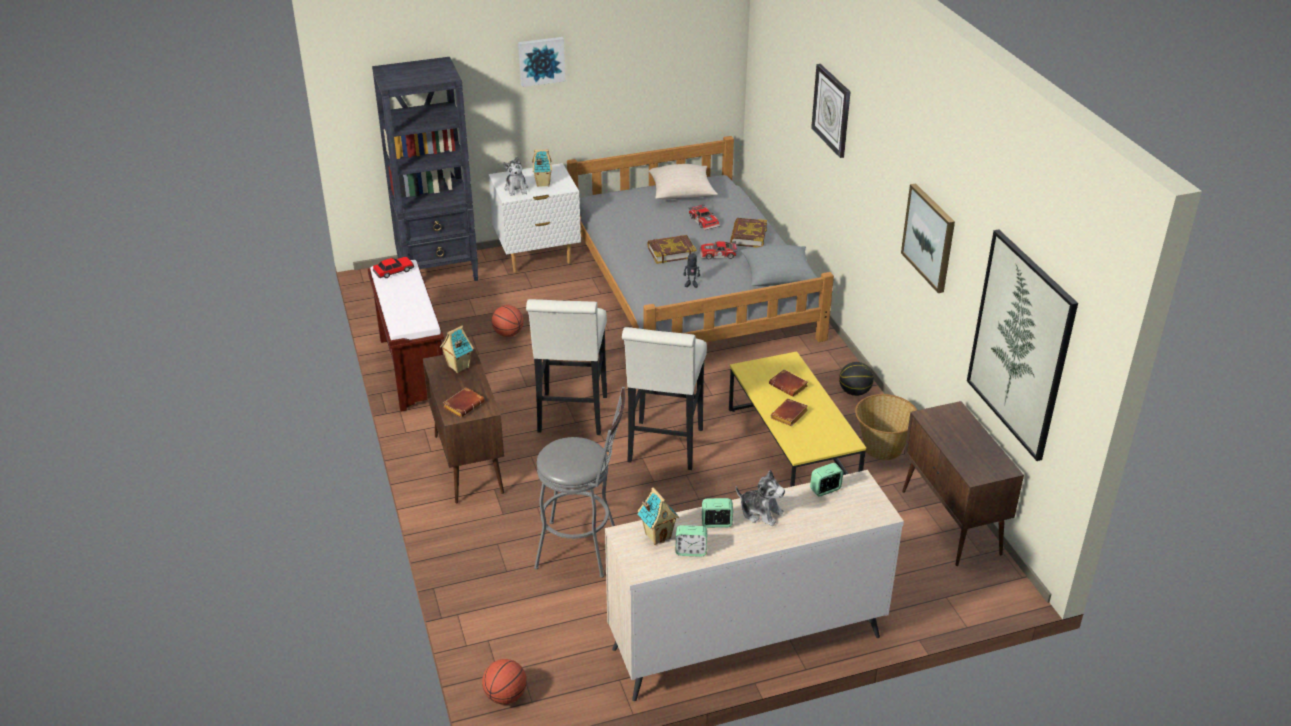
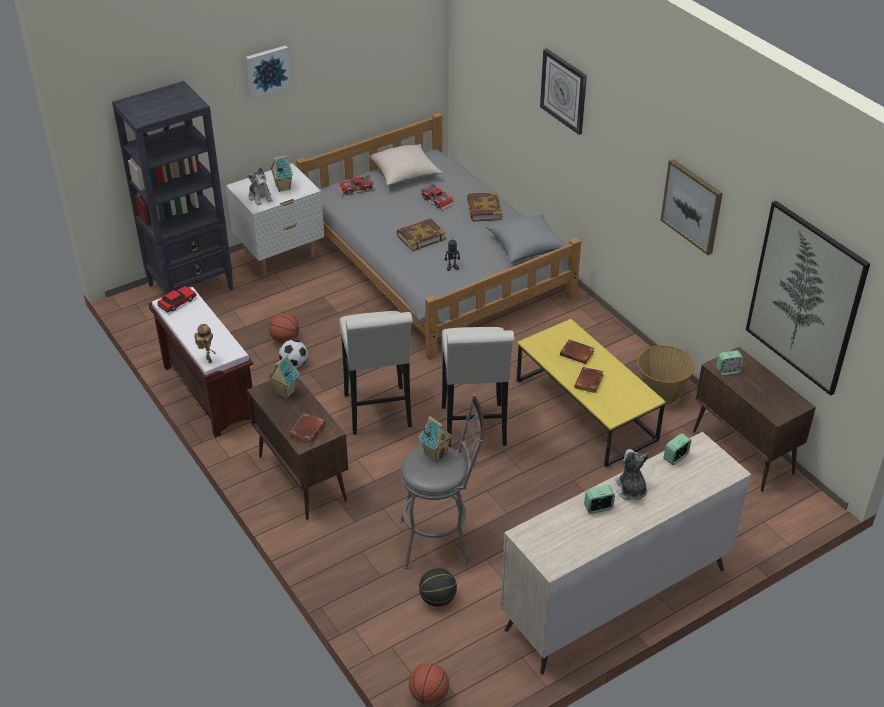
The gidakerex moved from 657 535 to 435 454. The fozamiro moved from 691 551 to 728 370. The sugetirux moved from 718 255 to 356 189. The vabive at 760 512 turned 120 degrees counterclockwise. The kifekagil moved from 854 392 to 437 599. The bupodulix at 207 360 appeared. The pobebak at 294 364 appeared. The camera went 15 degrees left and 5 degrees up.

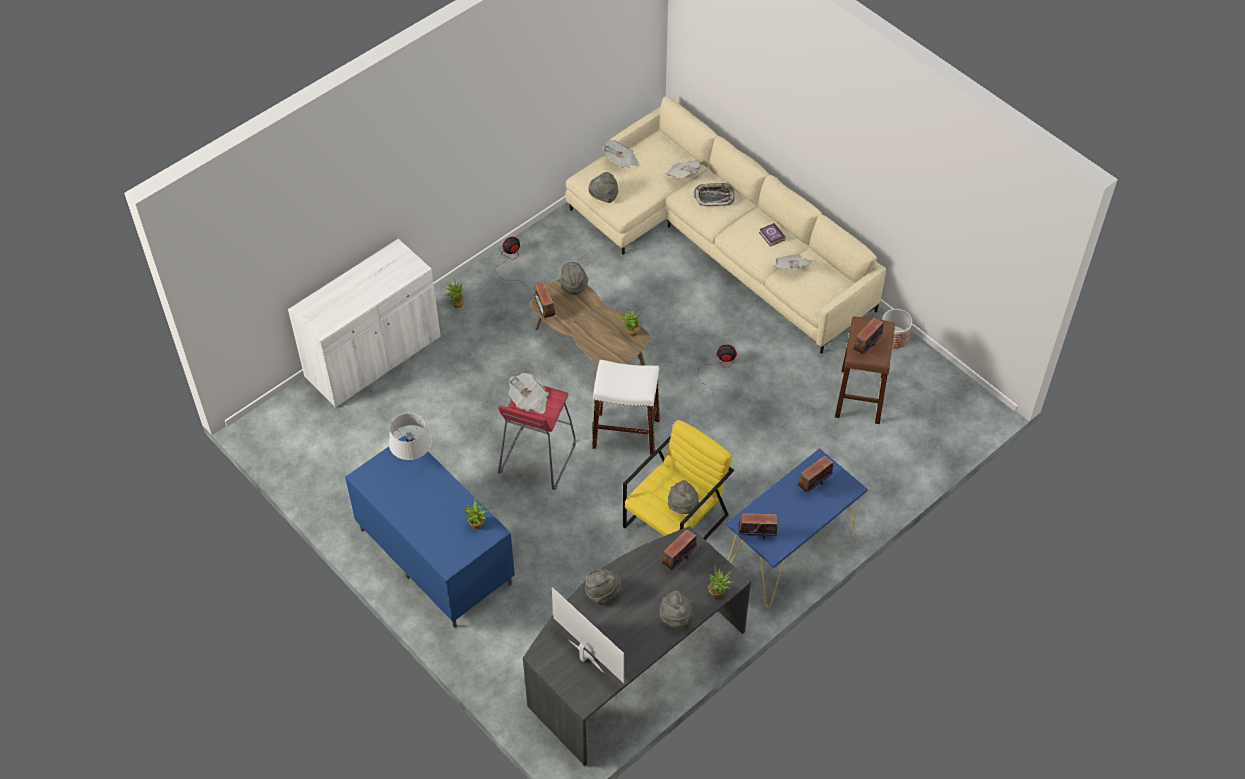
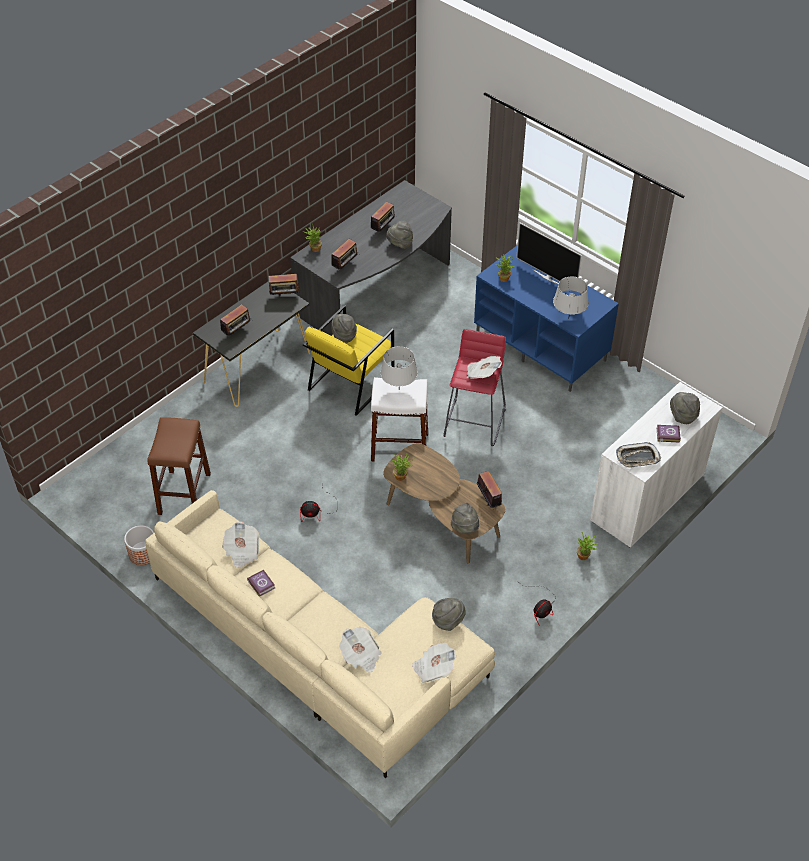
The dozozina moved from 585 657 to 547 277. The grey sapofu moved from 676 618 to 682 416. The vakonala moved from 714 196 to 637 458. The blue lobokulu at 790 552 became the black lobokulu at 257 367. The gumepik moved from 865 347 to 383 229. The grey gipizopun at 399 389 appeared. The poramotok at 667 434 appeared. The camera went 175 degrees right and 5 degrees down.

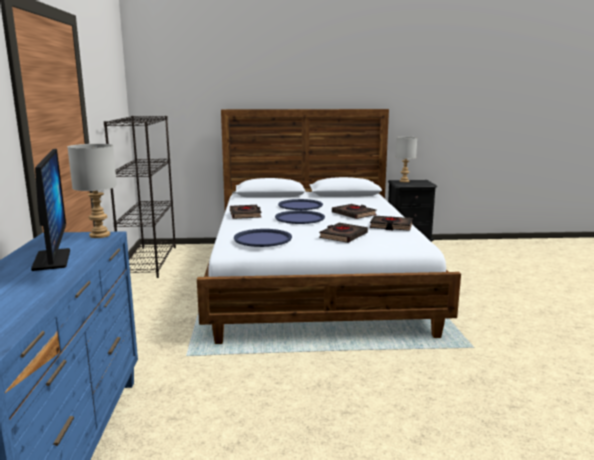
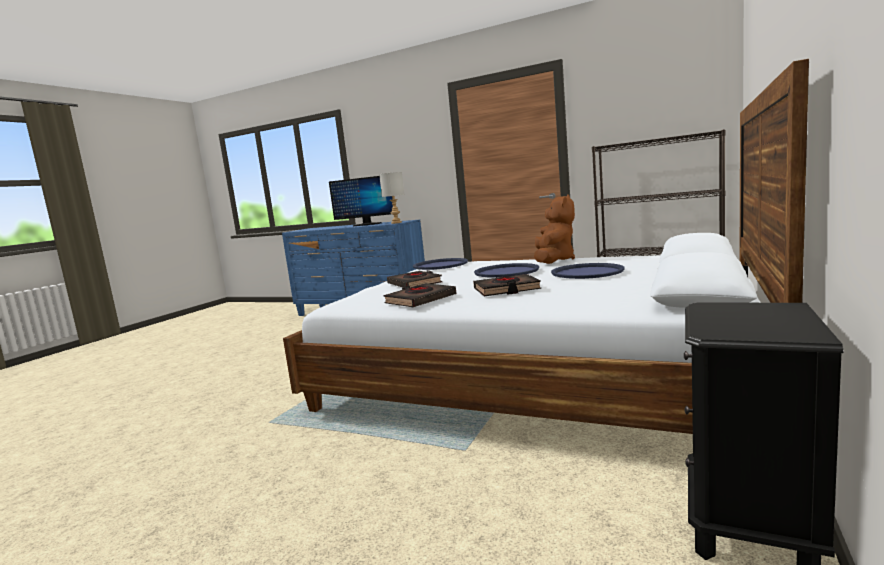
The black poramotok at 245 214 was replaced by the brown vabive at 554 260. The grey gipizopun at 404 181 disappeared. The camera went 120 degrees right and 5 degrees down.

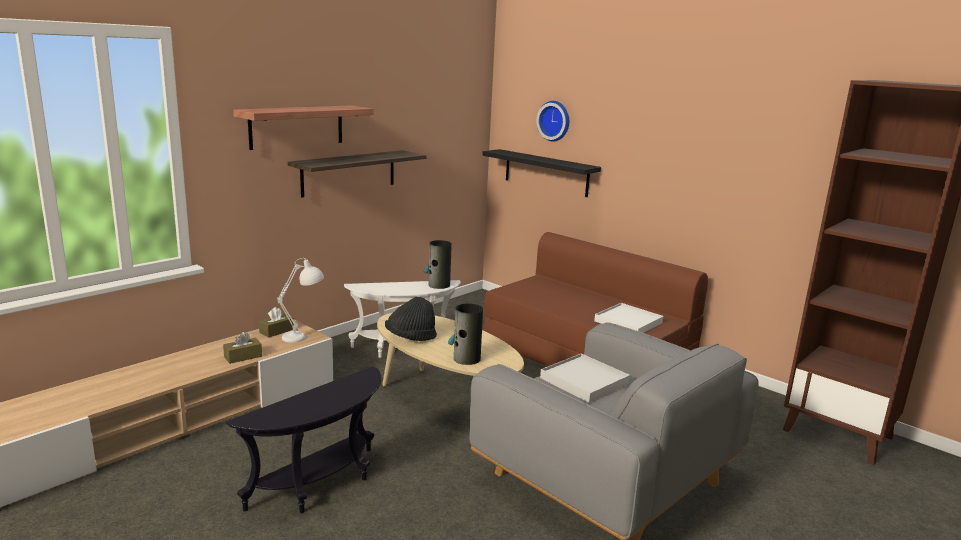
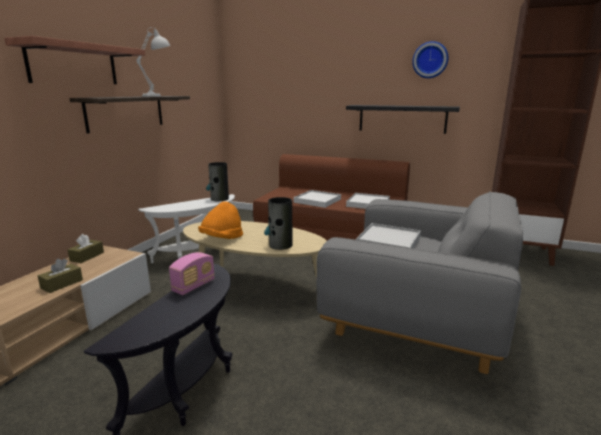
The white gipizopun moved from 303 337 to 158 96. The black sapofu at 410 338 became the orange sapofu at 221 239. The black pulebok moved from 546 172 to 402 119. The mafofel moved from 555 121 to 430 60. The gumepik at 194 286 appeared. The white vakonala at 317 201 appeared. The camera went 20 degrees left and 0 degrees up.

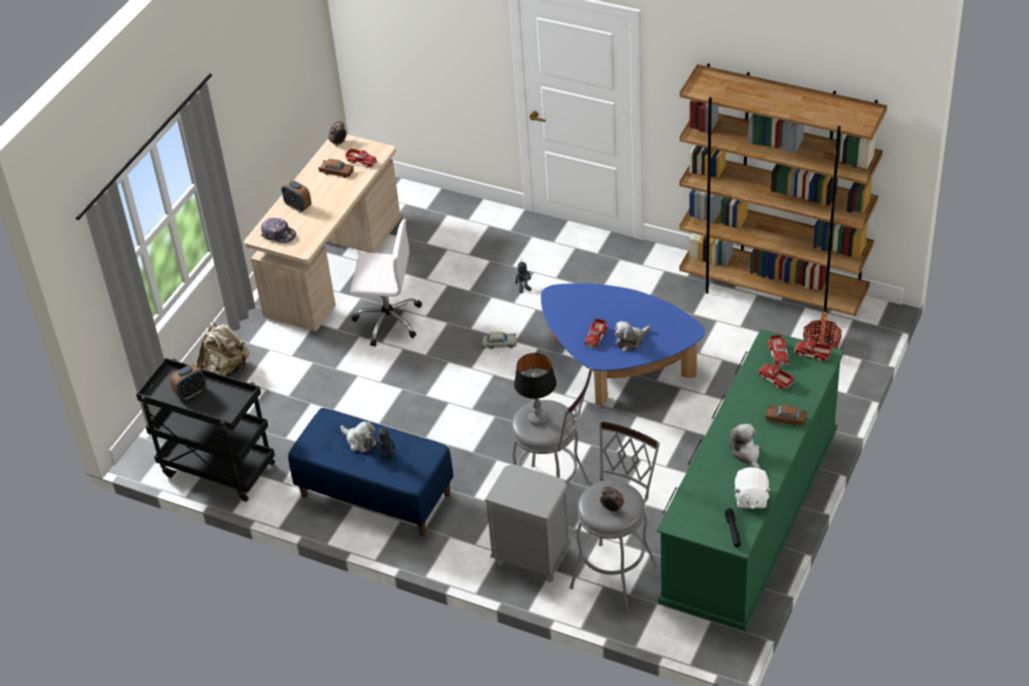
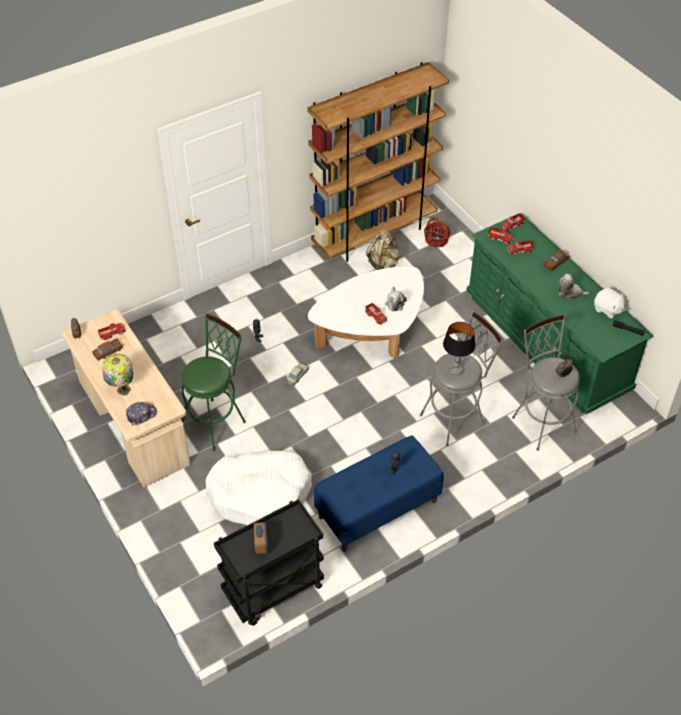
The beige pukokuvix moved from 226 369 to 383 264. The fozamiro at 298 207 was replaced by the gipizopun at 122 390. The vabive at 359 441 disappeared. The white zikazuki at 387 320 was replaced by the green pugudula at 217 421. The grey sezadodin at 531 557 disappeared. The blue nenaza at 617 367 became the white nenaza at 371 332. The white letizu at 260 493 appeared. The camera went 60 degrees left and 5 degrees up.

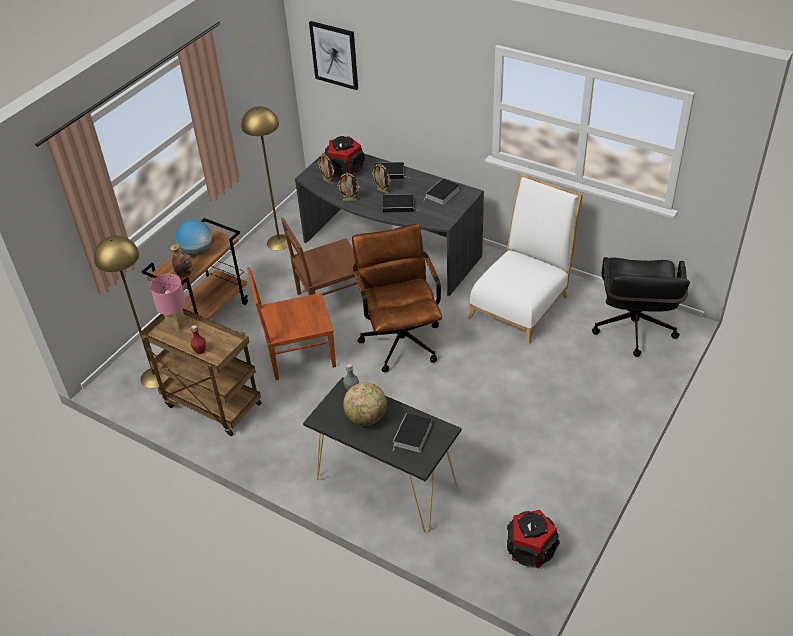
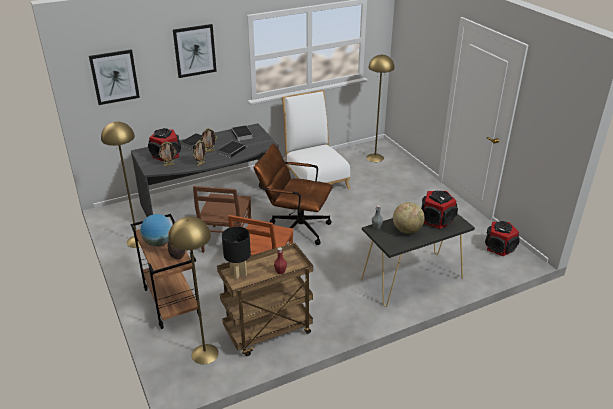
The pink gipizopun at 176 325 became the black gipizopun at 238 274. The poramotok at 412 435 was replaced by the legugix at 436 219. The black zikazuki at 633 333 was replaced by the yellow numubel at 375 157. The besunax at 194 50 appeared. The camera went 60 degrees left and 10 degrees down.

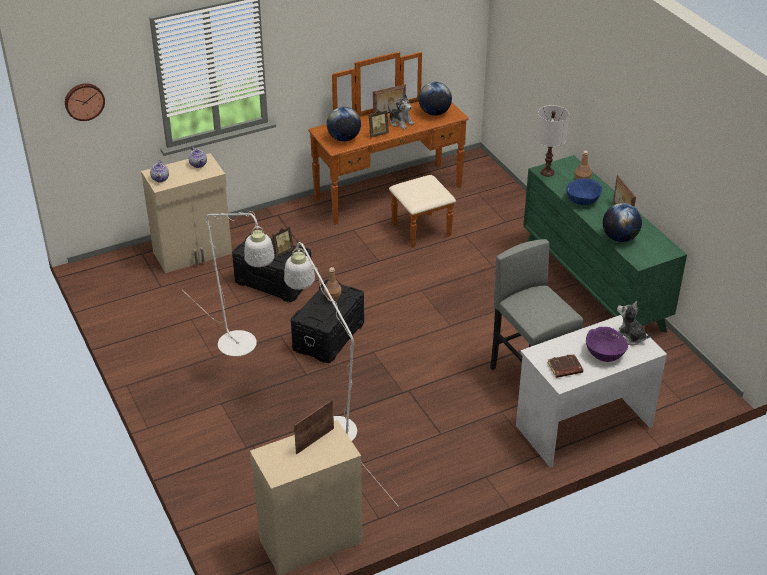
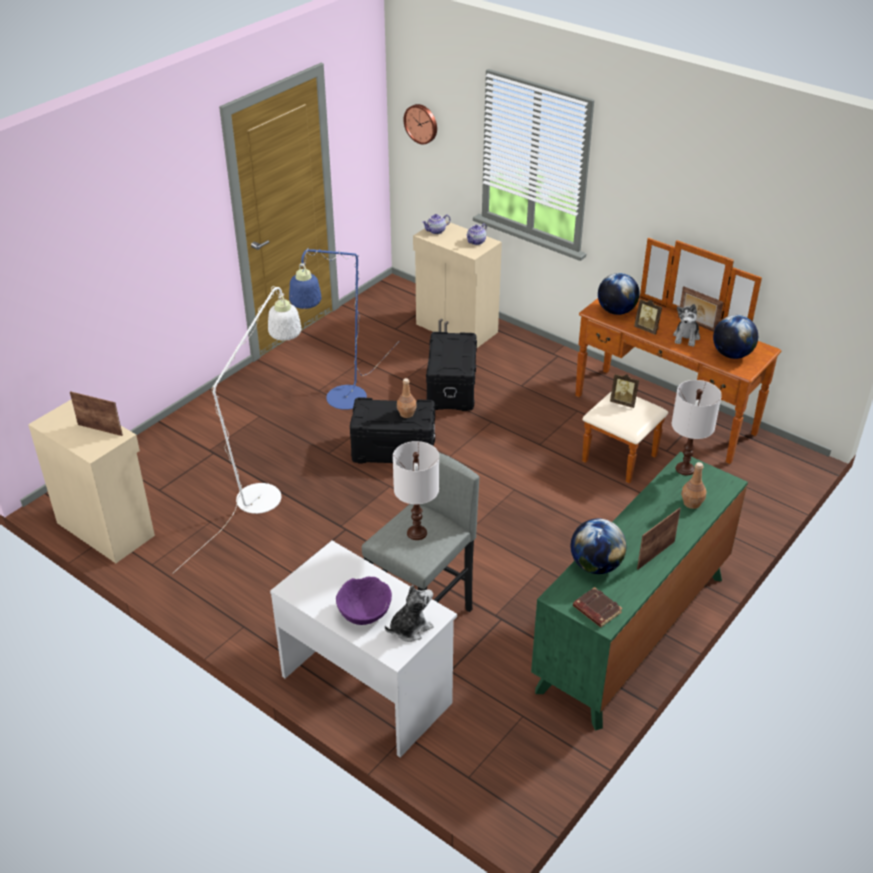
The white numubel at 243 348 became the blue numubel at 341 403. The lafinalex moved from 282 251 to 623 402. The brown poramotok moved from 564 368 to 596 610. The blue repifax at 582 200 disappeared. The vabive at 629 337 turned 45 degrees clockwise. The white gipizopun at 416 532 appeared. The camera went 65 degrees right and 0 degrees up.

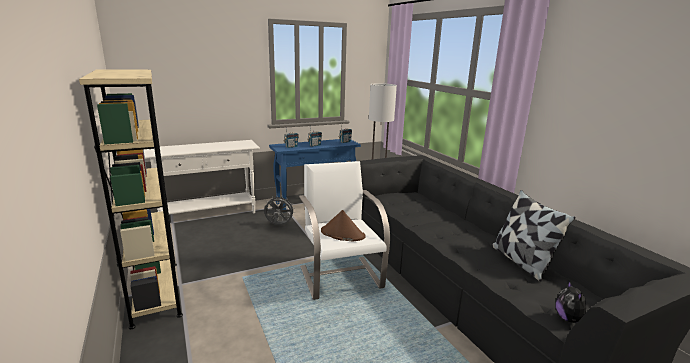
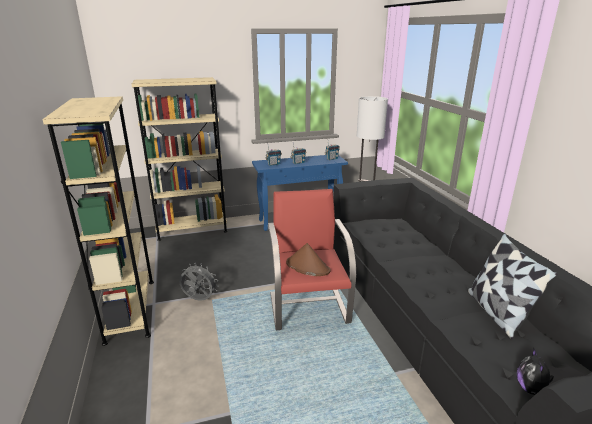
The white lobokulu at 208 214 was replaced by the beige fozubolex at 192 229. The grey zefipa moved from 279 225 to 199 300. The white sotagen at 340 276 became the red sotagen at 308 307. The camera went 10 degrees right and 5 degrees up.

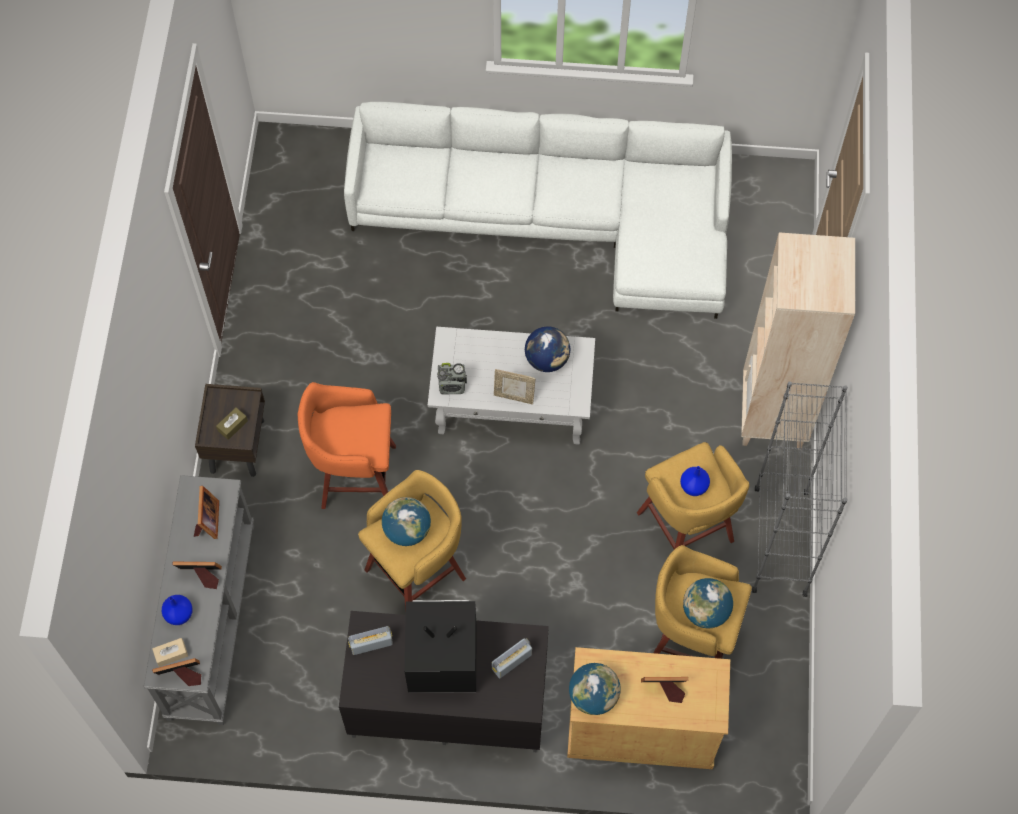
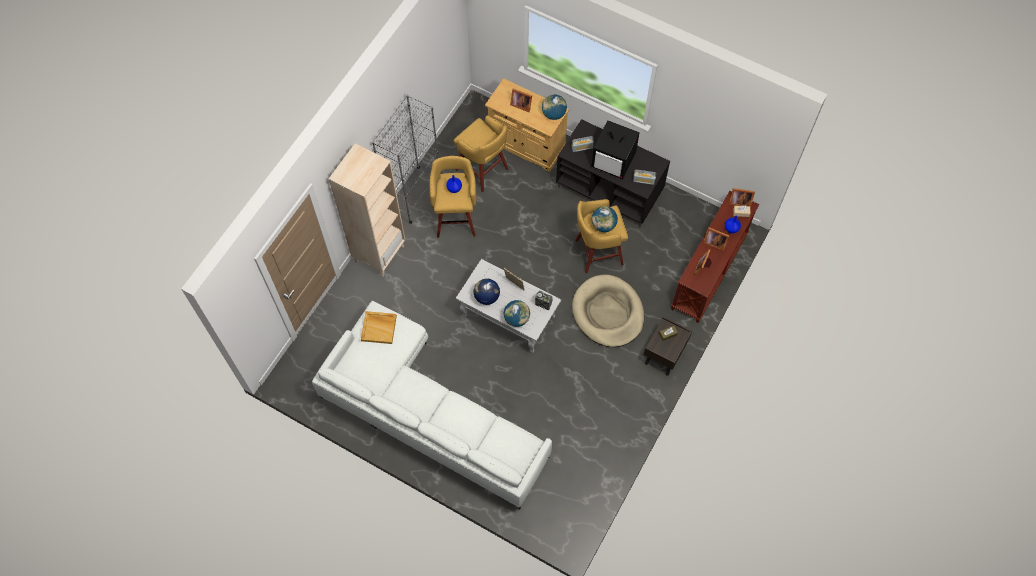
The grey lobokulu at 210 620 became the brown lobokulu at 709 272. The orange pugudula at 355 476 was replaced by the beige letizu at 608 313. The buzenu moved from 705 611 to 516 318. The beige vakonala at 379 328 appeared. The camera went 155 degrees left and 0 degrees up.

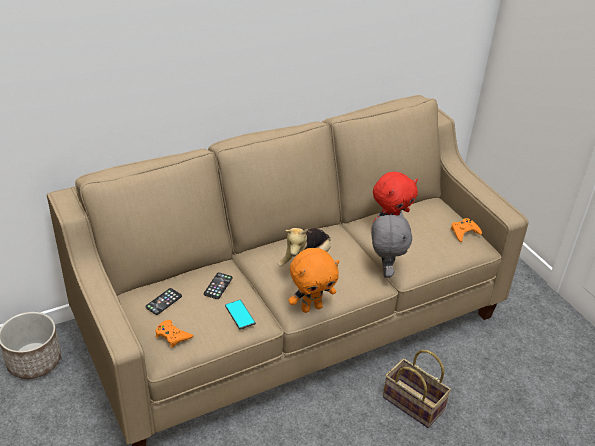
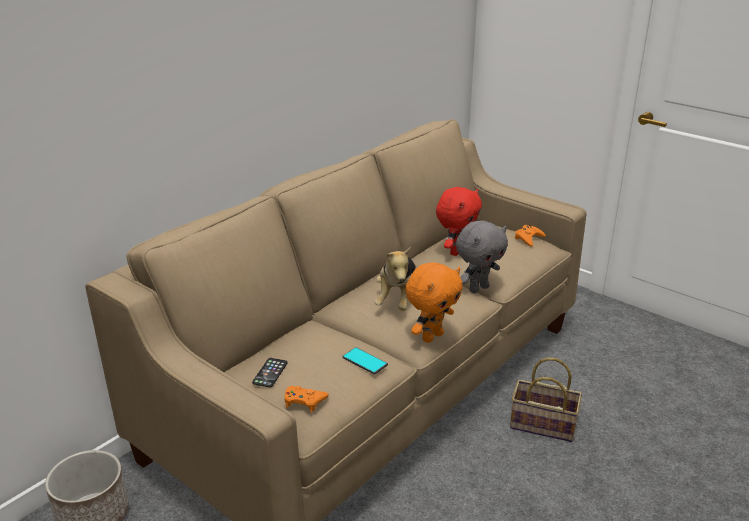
The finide at 218 286 disappeared. The grey vabive at 384 271 turned 75 degrees clockwise. The camera went 20 degrees left and 10 degrees down.

